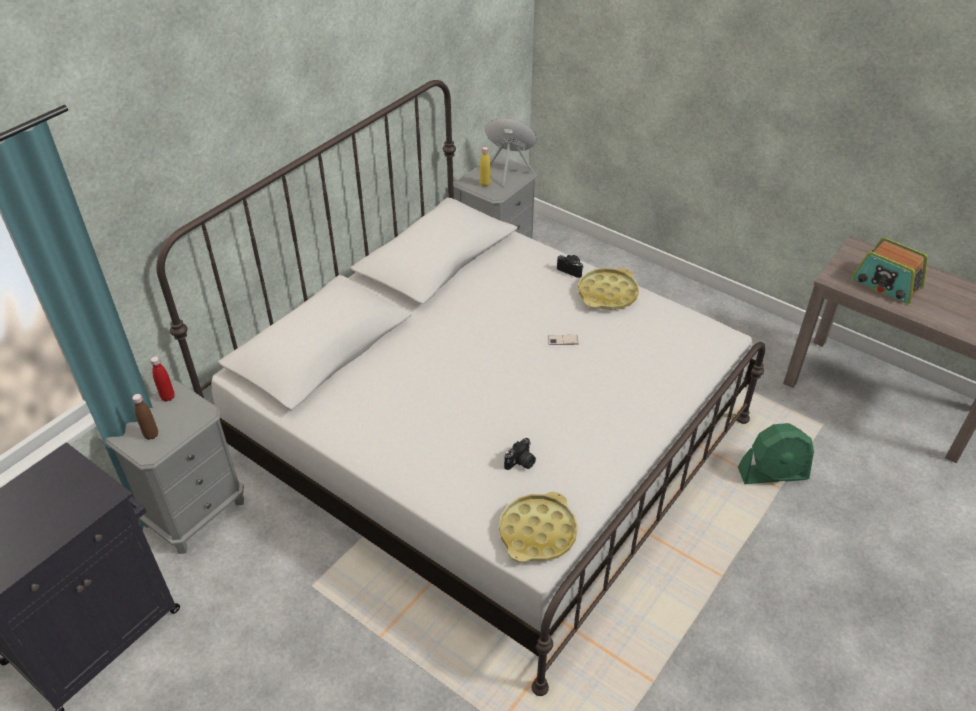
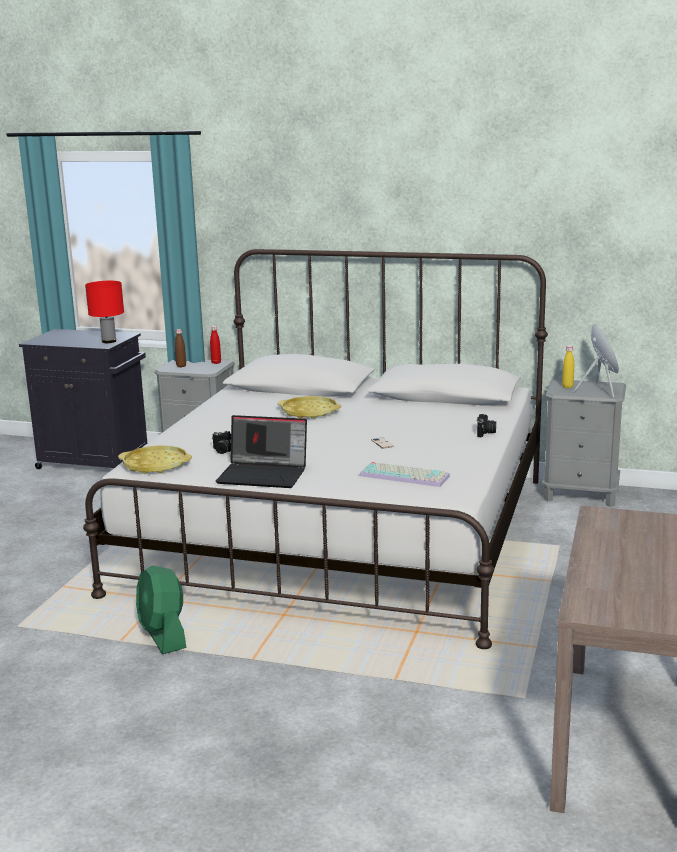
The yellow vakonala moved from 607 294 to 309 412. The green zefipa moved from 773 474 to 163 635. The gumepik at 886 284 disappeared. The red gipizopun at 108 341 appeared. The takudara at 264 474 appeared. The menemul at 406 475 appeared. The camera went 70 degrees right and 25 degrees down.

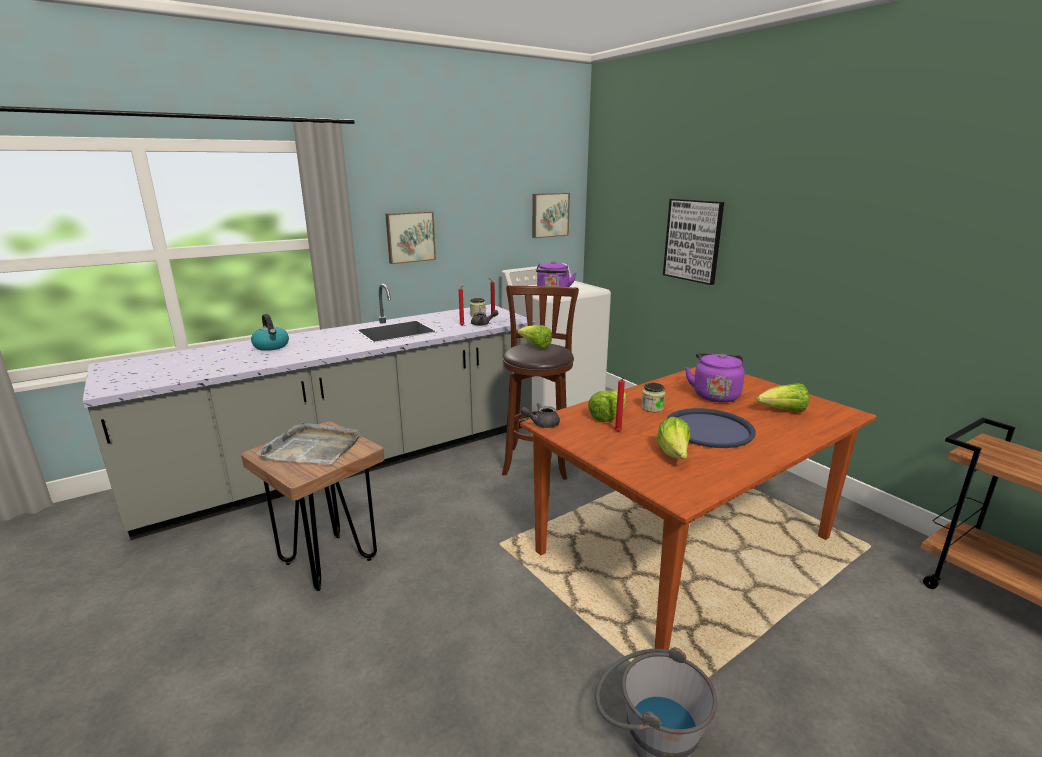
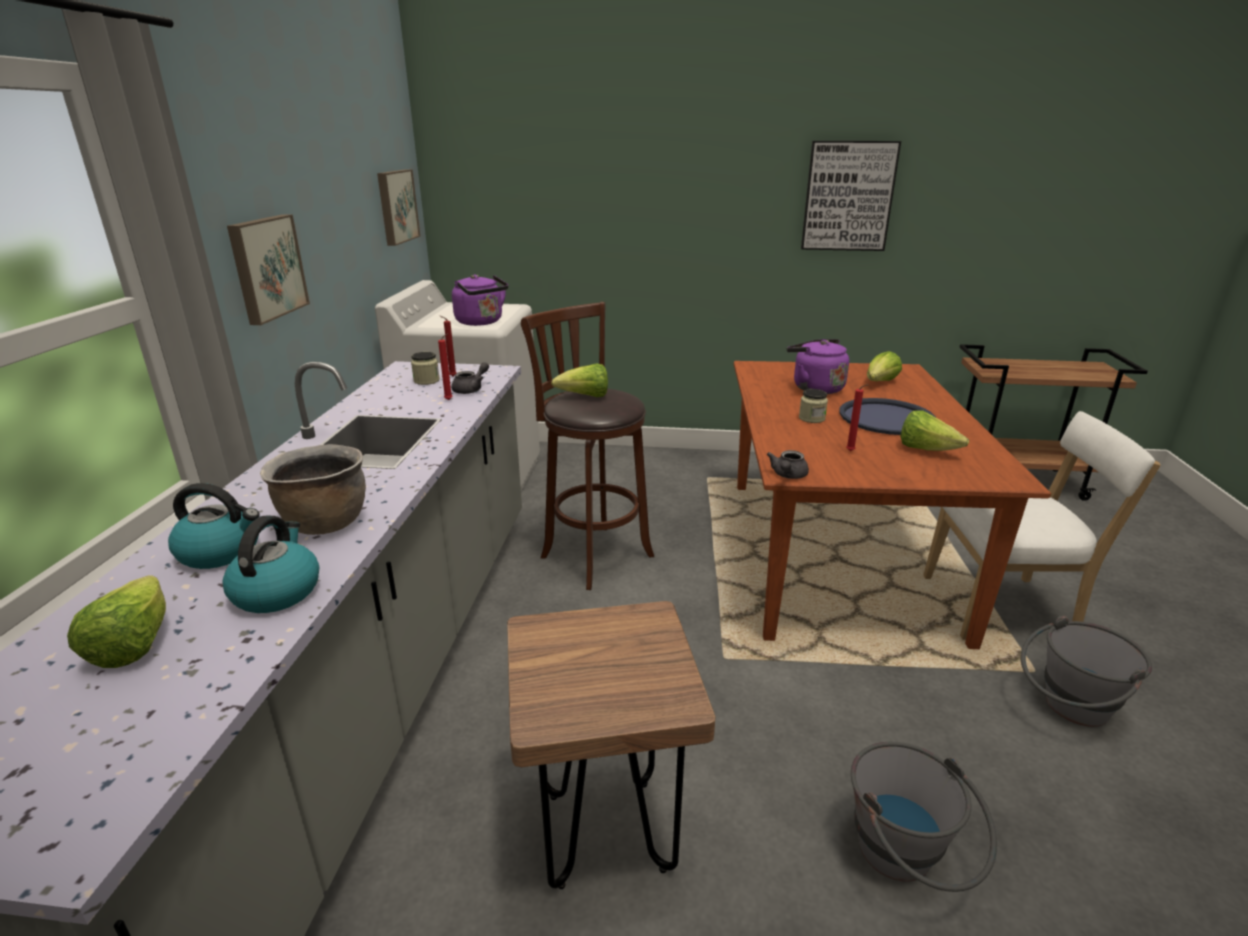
The grey vakonala at 313 447 disappeared. The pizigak moved from 608 417 to 134 644. The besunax moved from 693 240 to 848 196. The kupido at 277 591 appeared. The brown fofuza at 325 523 appeared. The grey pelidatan at 907 861 appeared. The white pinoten at 1004 608 appeared. The camera went 50 degrees left and 5 degrees up.

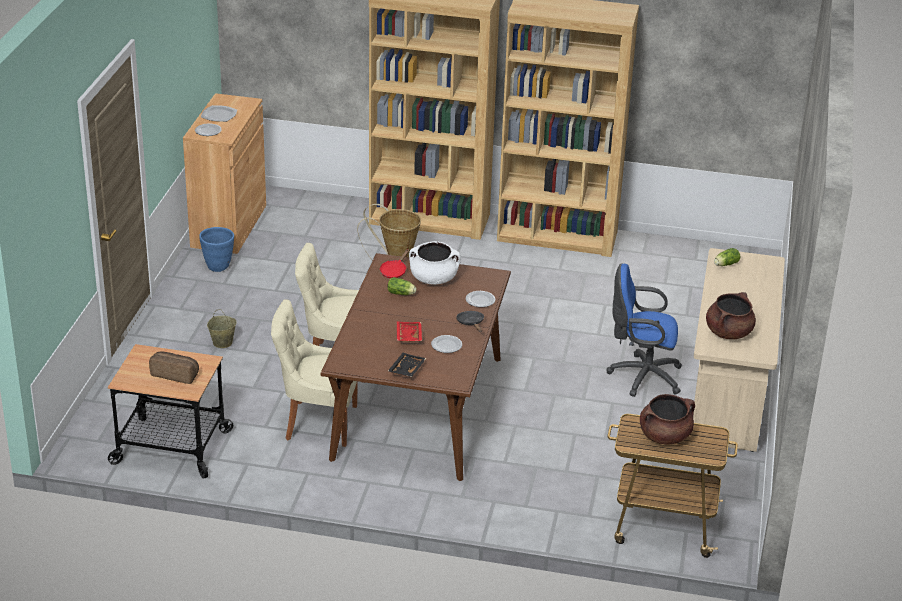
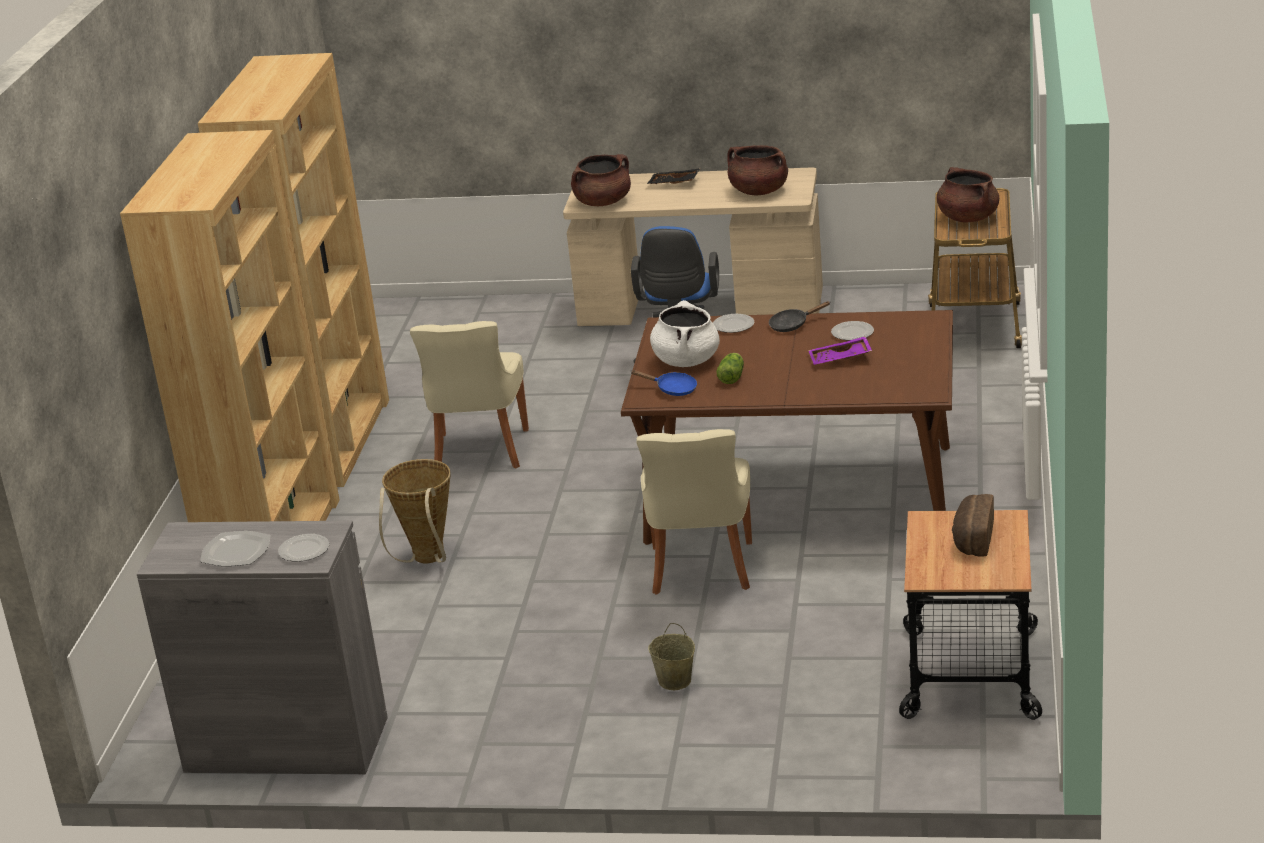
The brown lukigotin at 229 226 became the grey lukigotin at 286 744. The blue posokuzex at 218 266 disappeared. The beige pinoten moved from 318 422 to 479 453. The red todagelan at 394 271 became the blue todagelan at 672 389. The black vakonala moved from 406 369 to 674 183. The red vakonala at 408 336 became the purple vakonala at 840 359. The pizigak at 725 264 was replaced by the brown fofuza at 603 202. The camera went 90 degrees left and 5 degrees down.

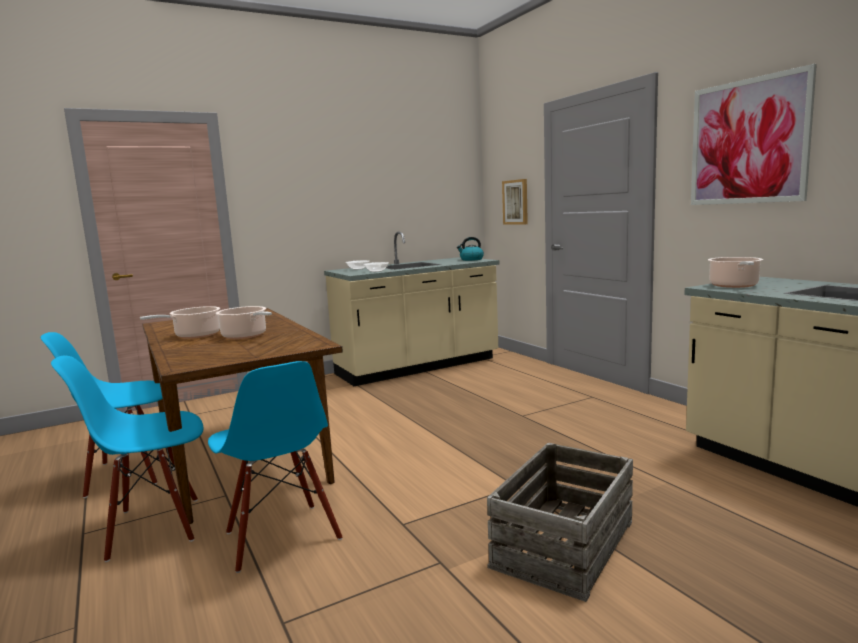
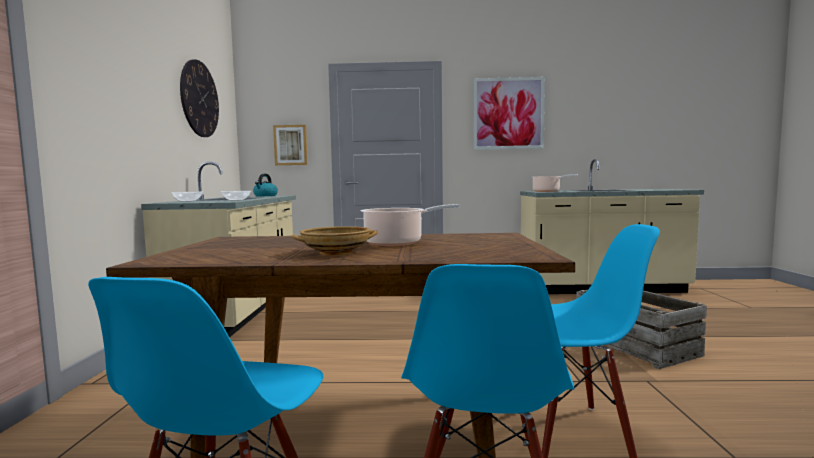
The fofuza at 195 335 was replaced by the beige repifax at 335 252. The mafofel at 199 99 appeared. The camera went 60 degrees left and 5 degrees down.

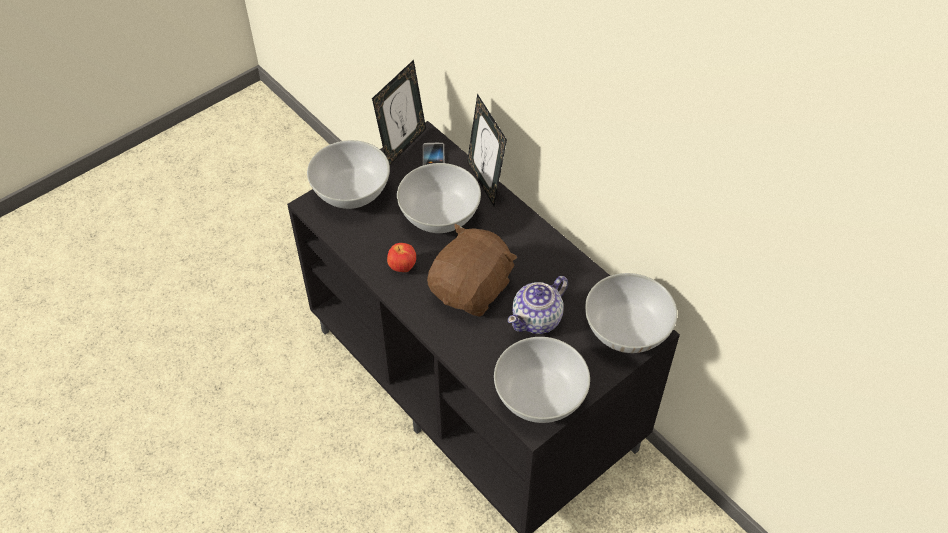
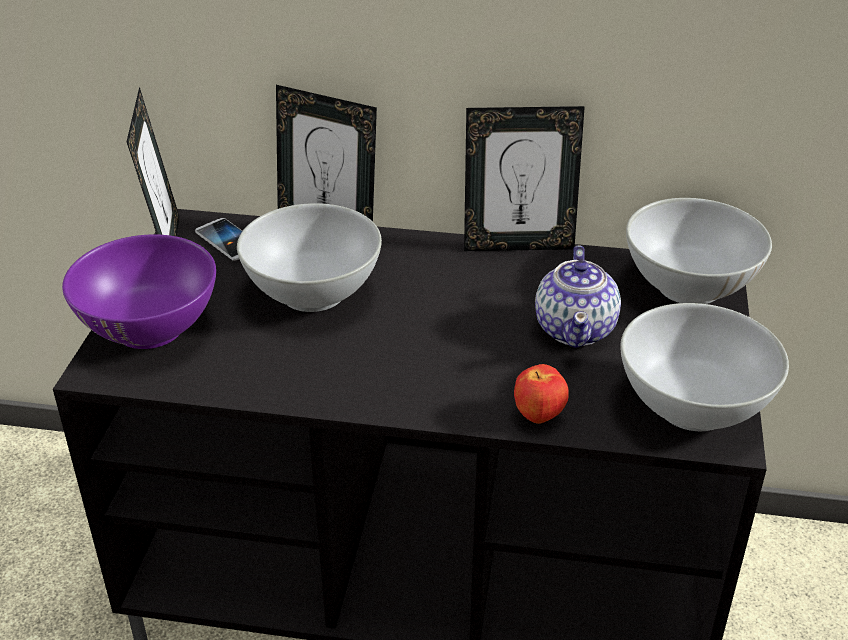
The white repifax at 352 194 became the purple repifax at 150 328. The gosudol moved from 402 267 to 539 416. The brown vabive at 472 289 disappeared. The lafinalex at 518 245 appeared. The camera went 40 degrees left and 15 degrees down.

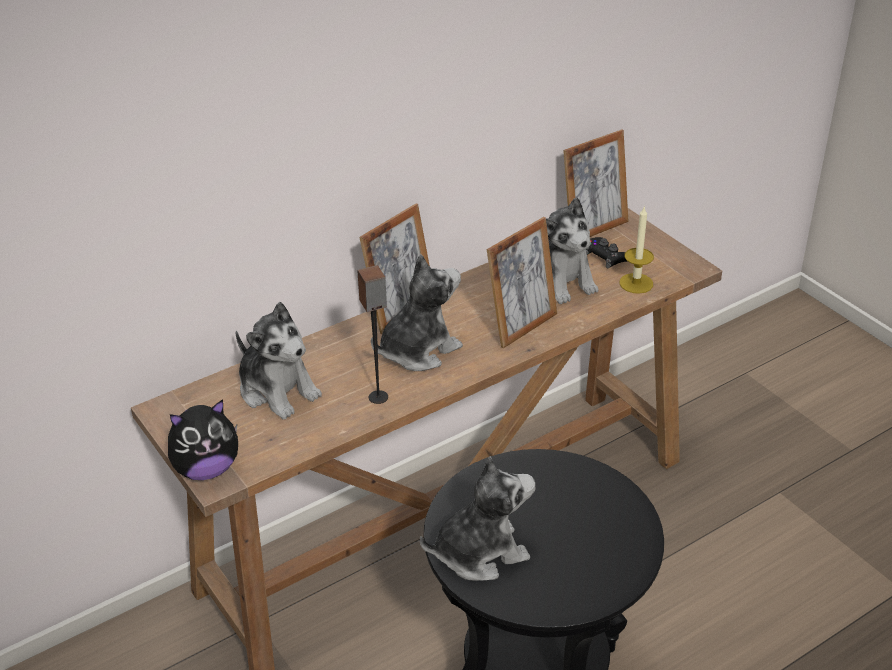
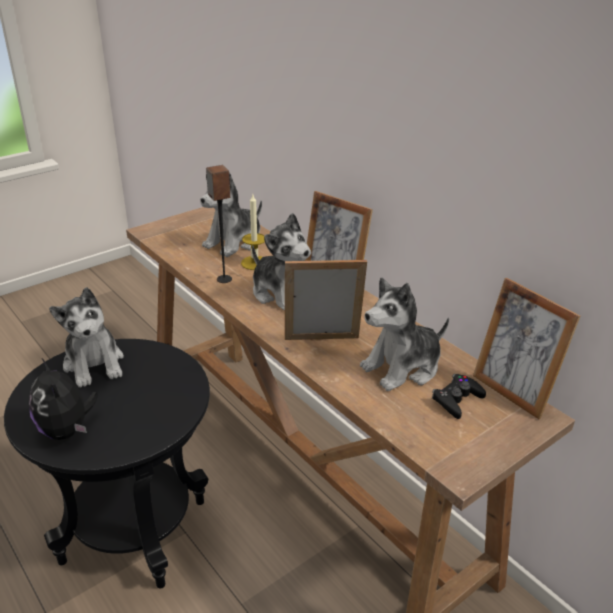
The vabive moved from 206 469 to 67 430. The lafinalex at 521 326 turned 135 degrees clockwise. The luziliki moved from 636 283 to 255 263. The camera went 85 degrees right and 5 degrees down.

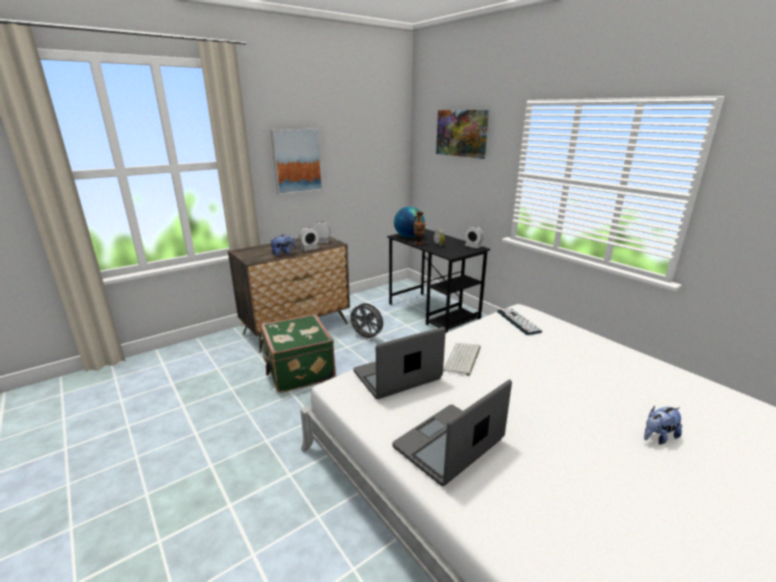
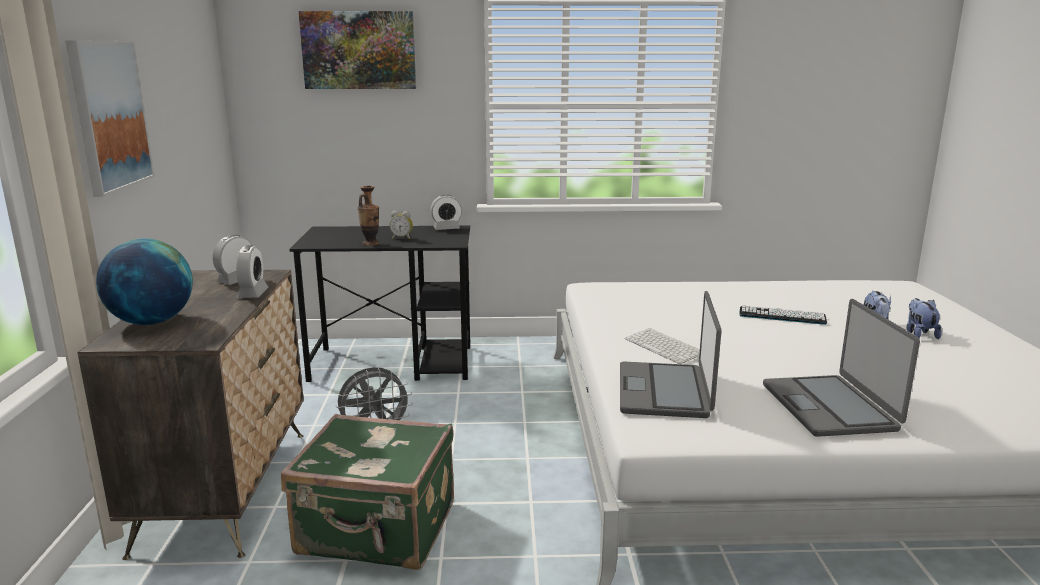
The vabive moved from 284 253 to 919 334. The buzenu moved from 408 236 to 151 322. The menemul moved from 518 321 to 782 316. The camera went 55 degrees left and 5 degrees down.

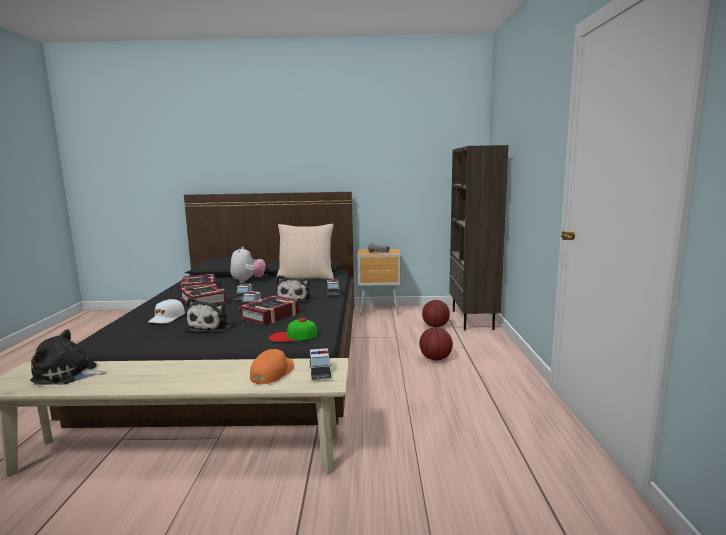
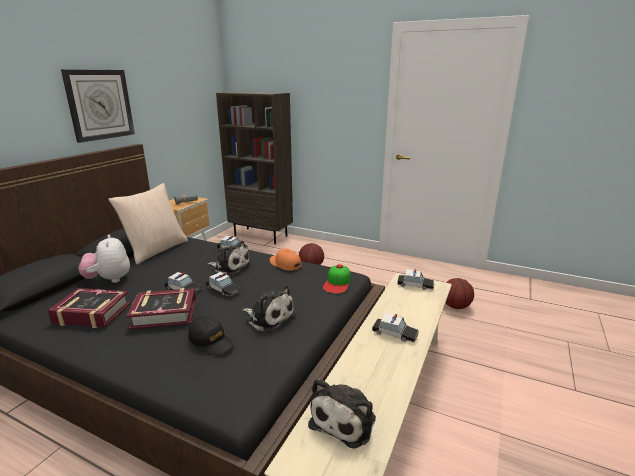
The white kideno at 167 318 became the black kideno at 211 341. The vabive at 248 281 turned 135 degrees counterclockwise. The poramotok at 270 315 disappeared. The orange kideno moved from 272 373 to 285 264. The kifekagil moved from 436 326 to 455 306. The mafofel at 99 104 appeared. The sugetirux at 395 334 appeared. The camera went 65 degrees left and 10 degrees up.

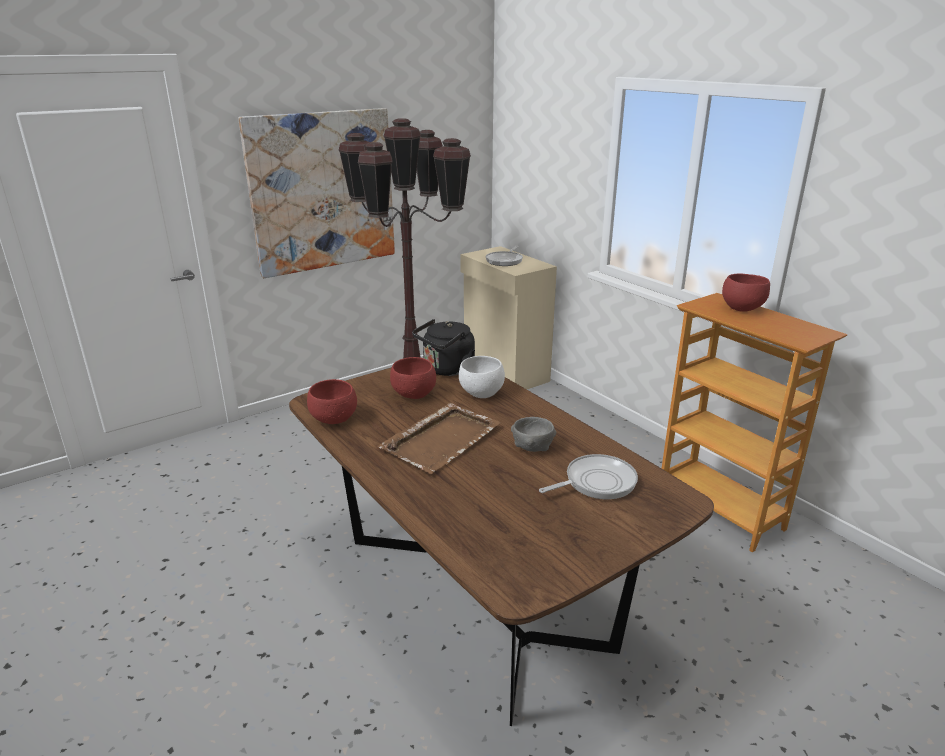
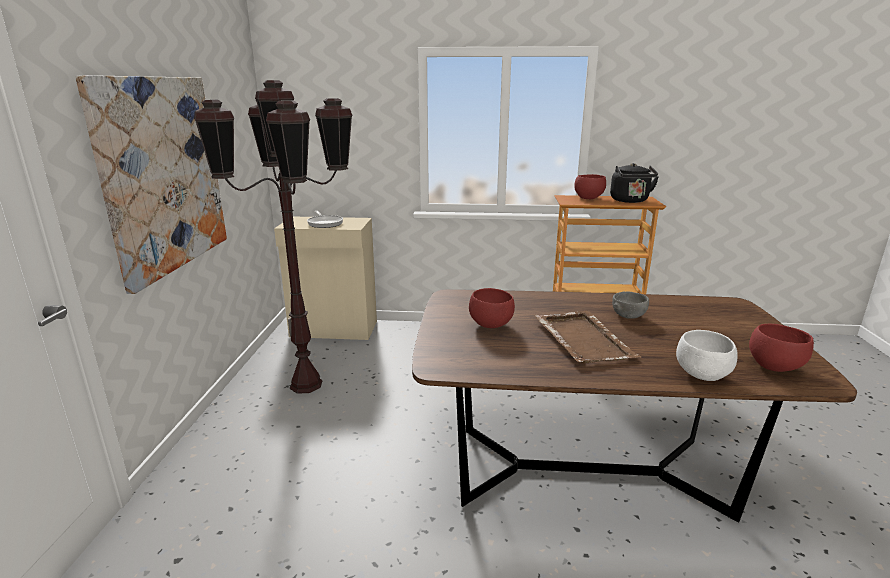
The red repifax moved from 335 420 to 774 366. The black kupido moved from 446 370 to 630 201. The white repifax moved from 482 394 to 703 376. The todagelan at 596 482 disappeared. The camera went 50 degrees left and 5 degrees down.

